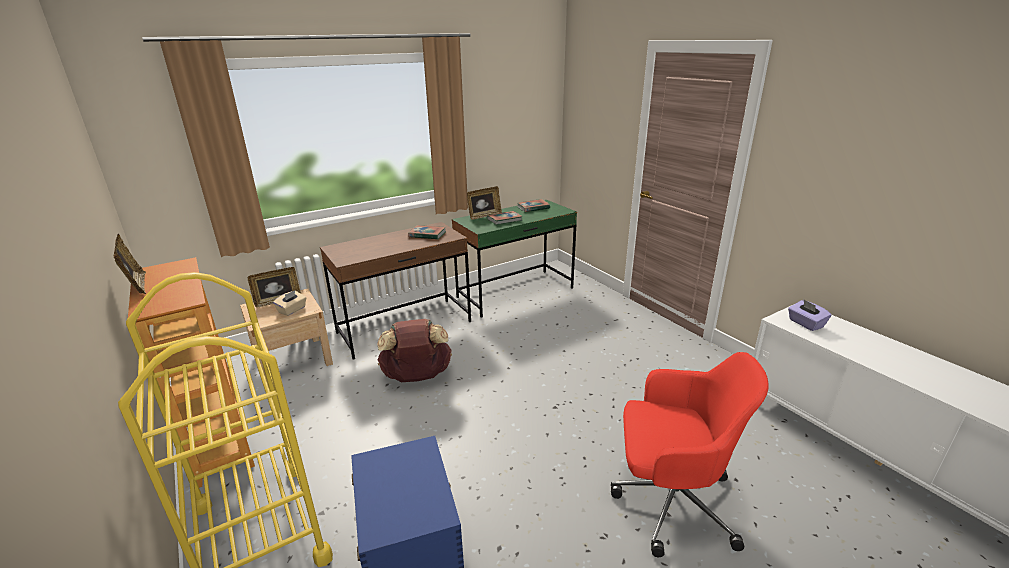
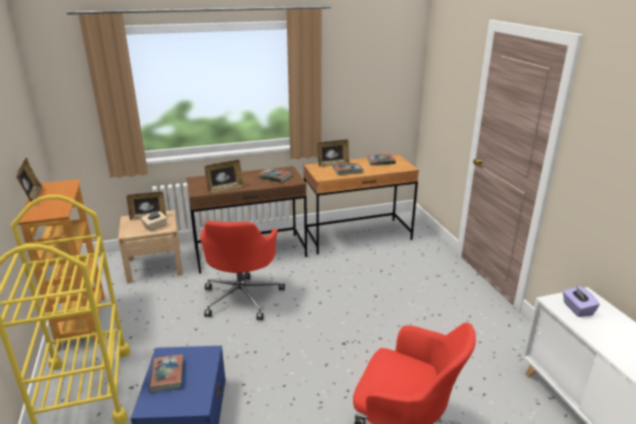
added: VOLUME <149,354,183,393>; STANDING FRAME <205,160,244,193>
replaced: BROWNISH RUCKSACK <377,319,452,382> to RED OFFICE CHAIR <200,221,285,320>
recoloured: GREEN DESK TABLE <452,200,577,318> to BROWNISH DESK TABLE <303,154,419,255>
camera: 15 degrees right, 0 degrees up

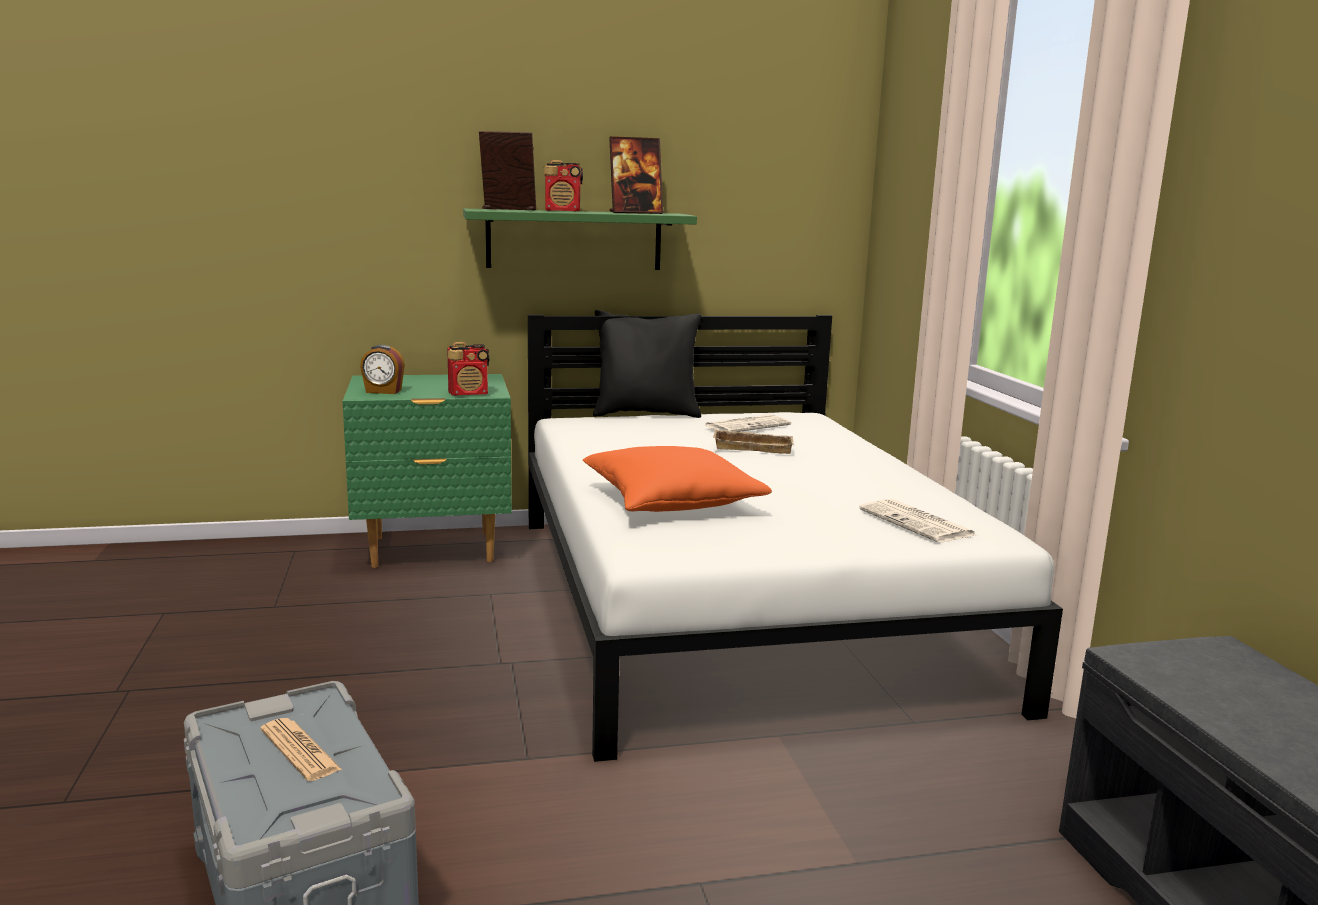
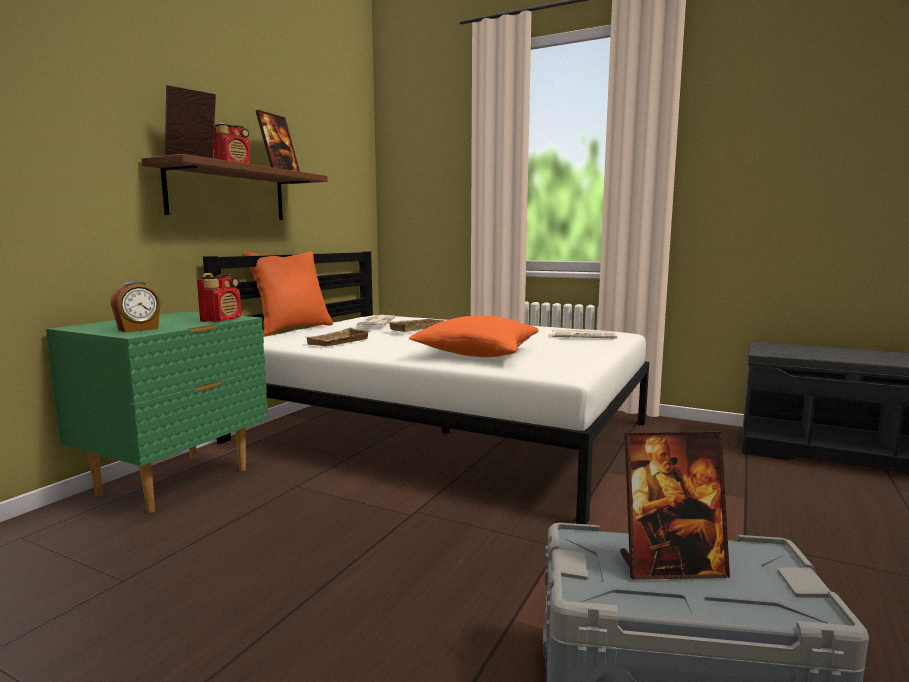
added: BEIGE-COLOURED SERVING TRAY <307,327,371,346>
replaced: PRINTED PAPER <260,718,342,781> to STANDING FRAME <620,432,730,580>
recoloured: GREEN BRACKET SHELF <463,209,697,270> to BROWNISH BRACKET SHELF <141,154,328,220>; BLACK THROW PILLOW <593,310,702,418> to ORANGEY THROW PILLOW <245,252,333,336>
camera: 50 degrees left, 5 degrees down

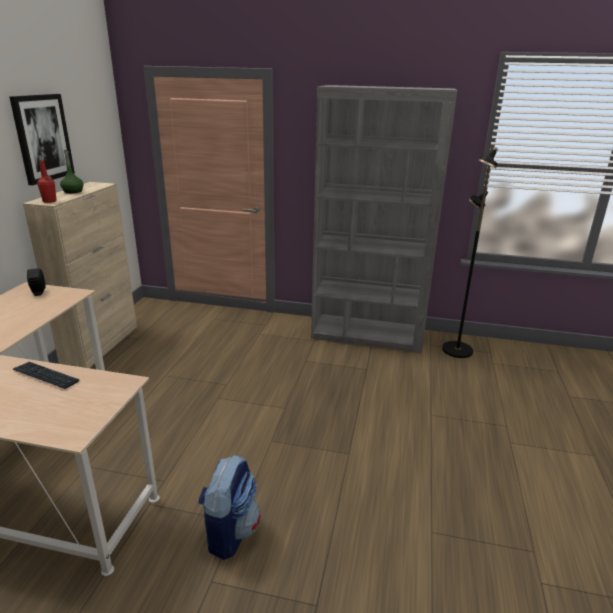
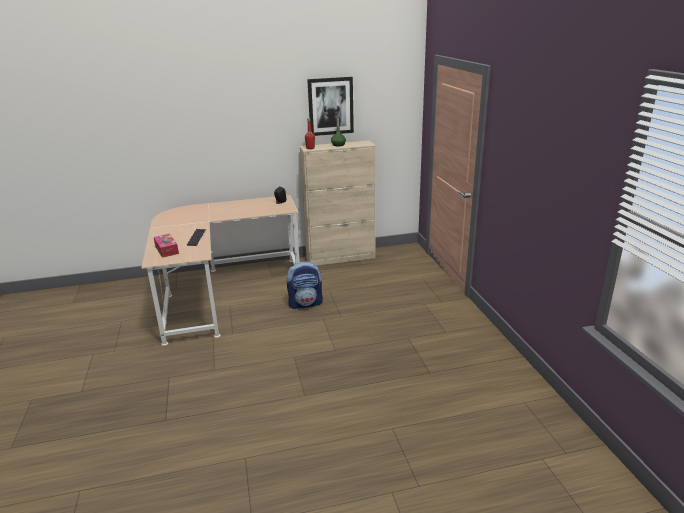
removed: GREYISH SHELVING UNIT <311,85,457,354>; BLACK STANDARD LAMP <442,144,498,358>
added: TISSUE BOX <154,234,179,258>
moved: RUCKSACK <198,455,260,560> to <287,261,323,309>
camera: 65 degrees right, 0 degrees up

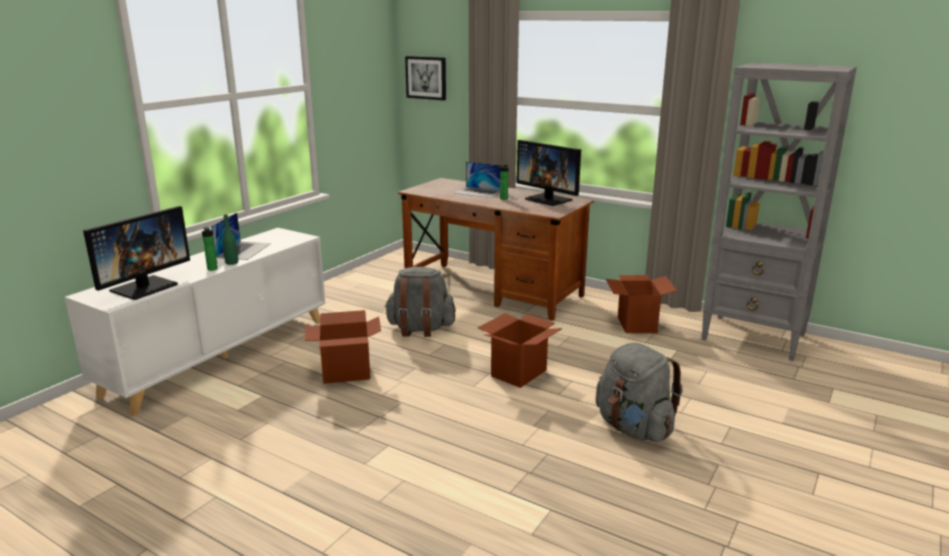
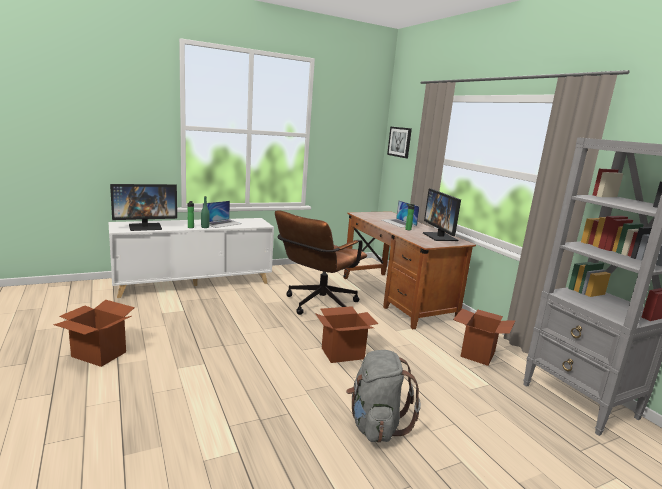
moved: CARDBOARD BOX <305,310,381,384> to <53,300,135,367>
replaced: GREYISH RUCKSACK <384,267,456,337> to BROWNISH OFFICE CHAIR <275,210,367,315>
camera: 30 degrees right, 5 degrees down

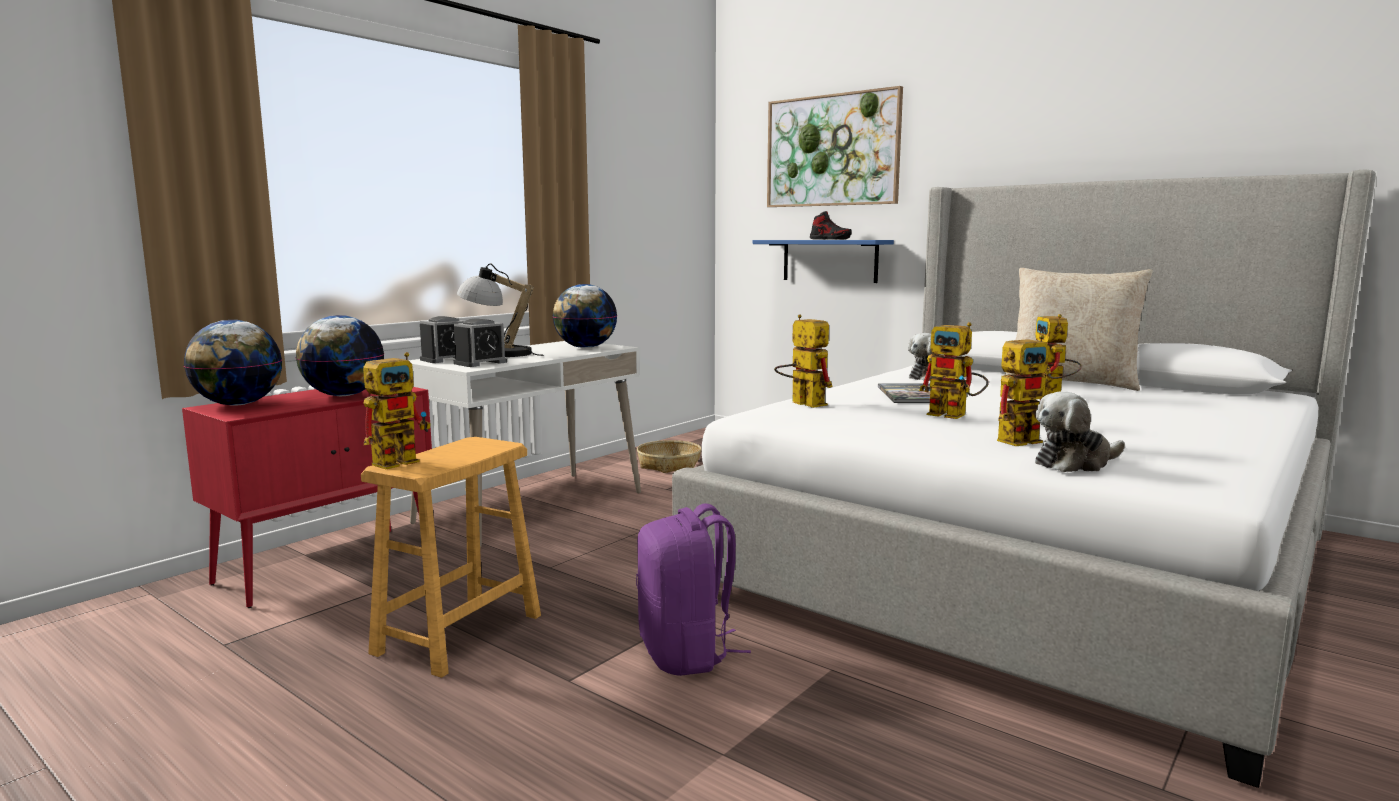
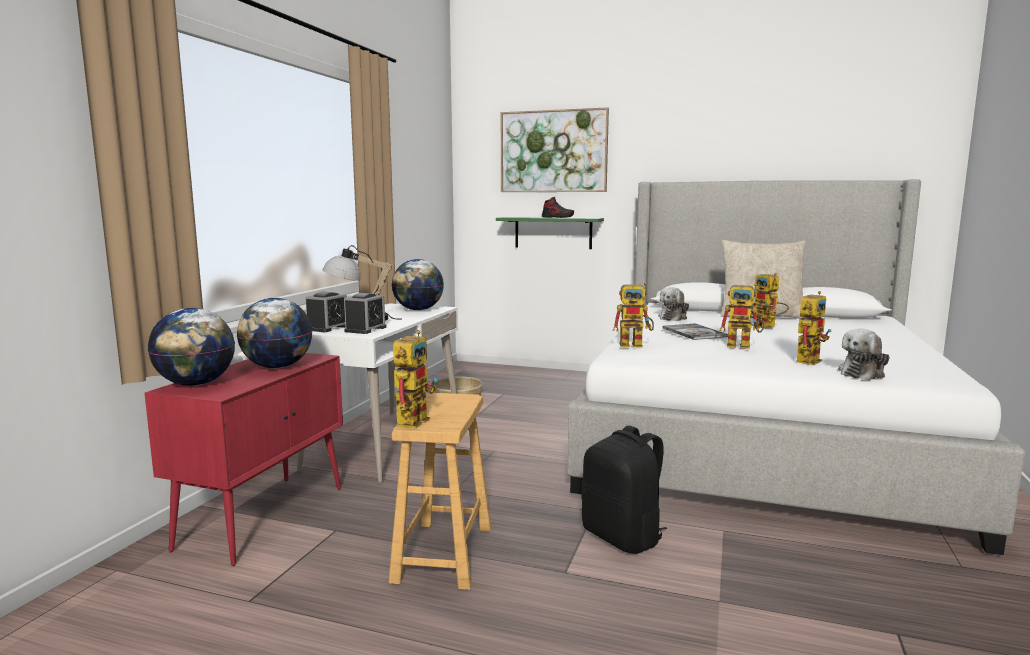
recoloured: PURPLE-COLOURED RUCKSACK <636,504,751,676> to BLACK RUCKSACK <581,426,667,554>; BLUISH BRACKET SHELF <753,240,894,283> to GREEN BRACKET SHELF <496,217,604,249>
turned: ROBOT FIGURE <774,314,833,408> = <613,282,654,347> 150 degrees clockwise
camera: 20 degrees left, 0 degrees up

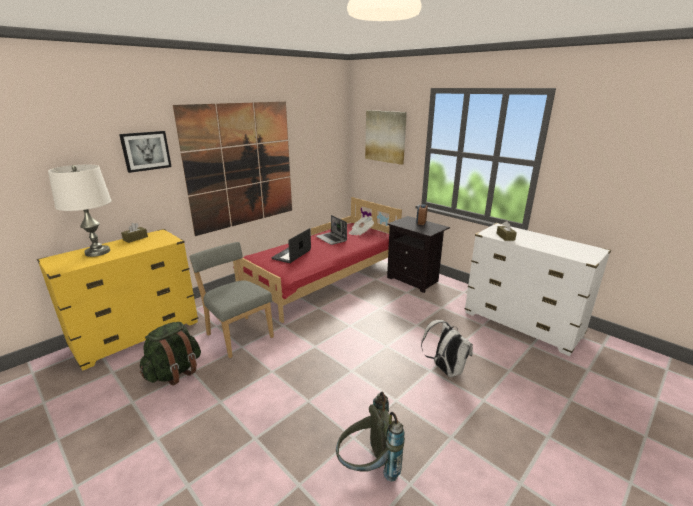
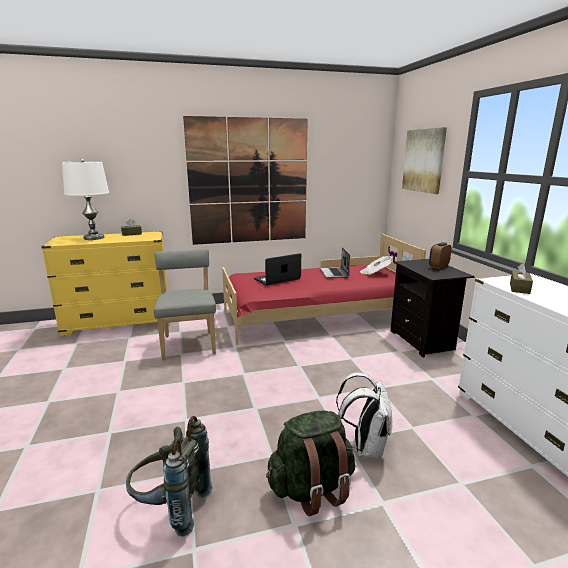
removed: WALL PICTURE <119,131,172,173>
moved: GREEN RUCKSACK <140,322,201,386> to <266,410,355,516>
camera: 30 degrees right, 5 degrees down

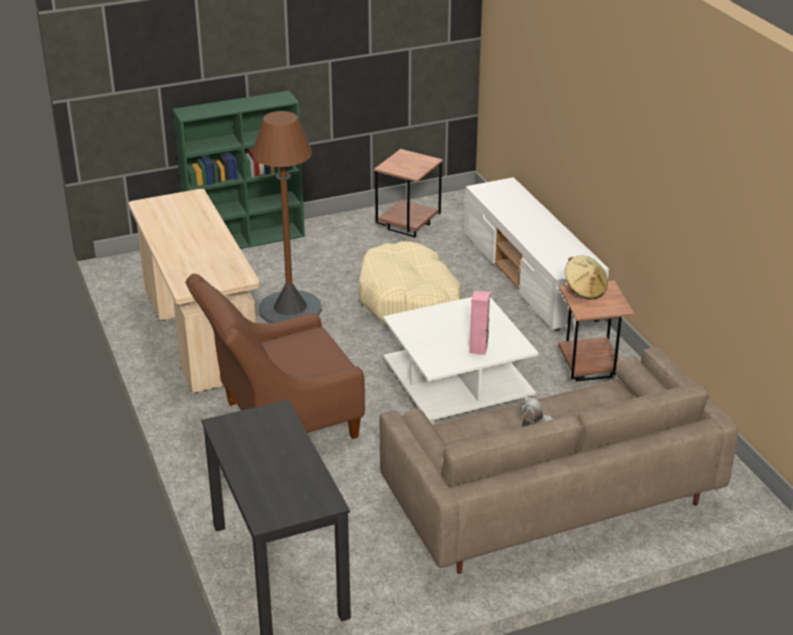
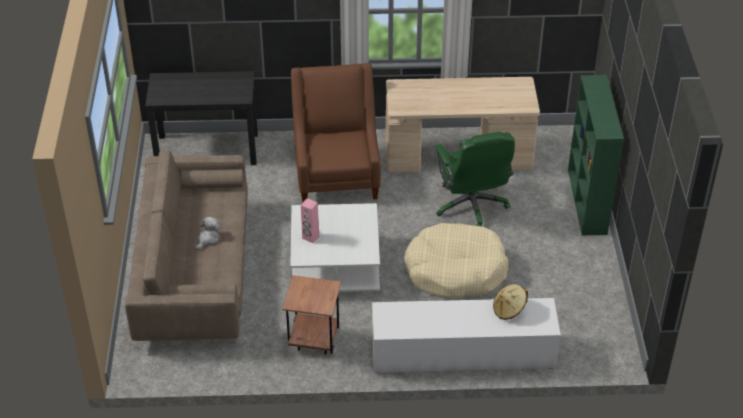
removed: BROWNISH SIDE TABLE <374,149,443,238>
moved: BEIGE-COLOURED WEARABLE HAT <565,255,608,299> to <493,284,528,320>
replaced: BROWNISH STANDARD LAMP <252,111,322,323> to GREEN OFFICE CHAIR <435,132,515,226>
camera: 110 degrees right, 10 degrees up

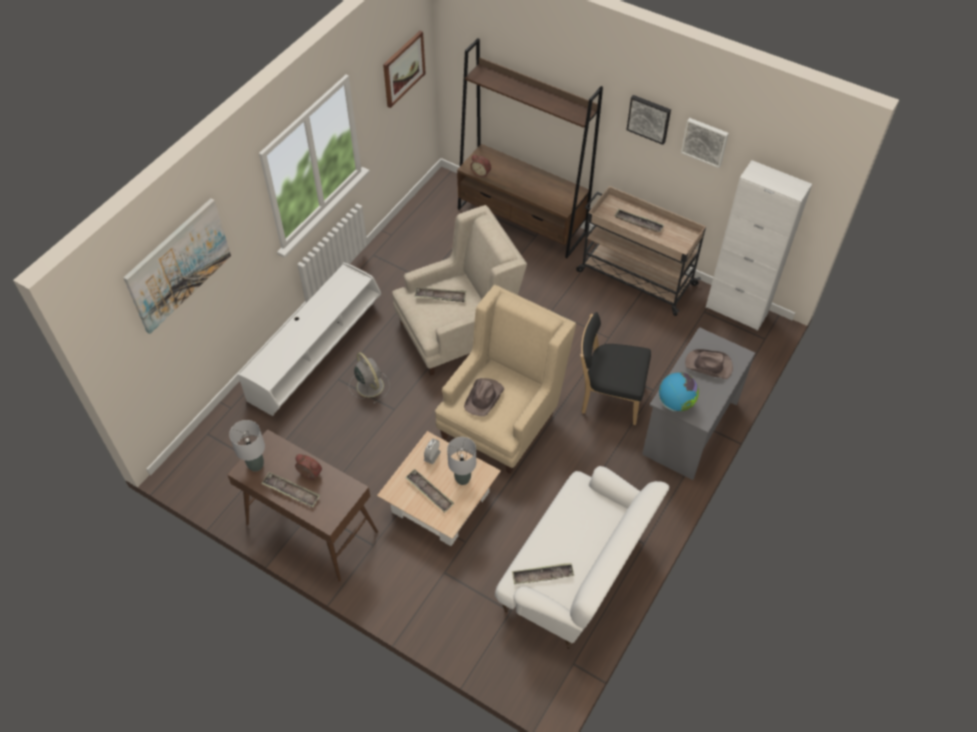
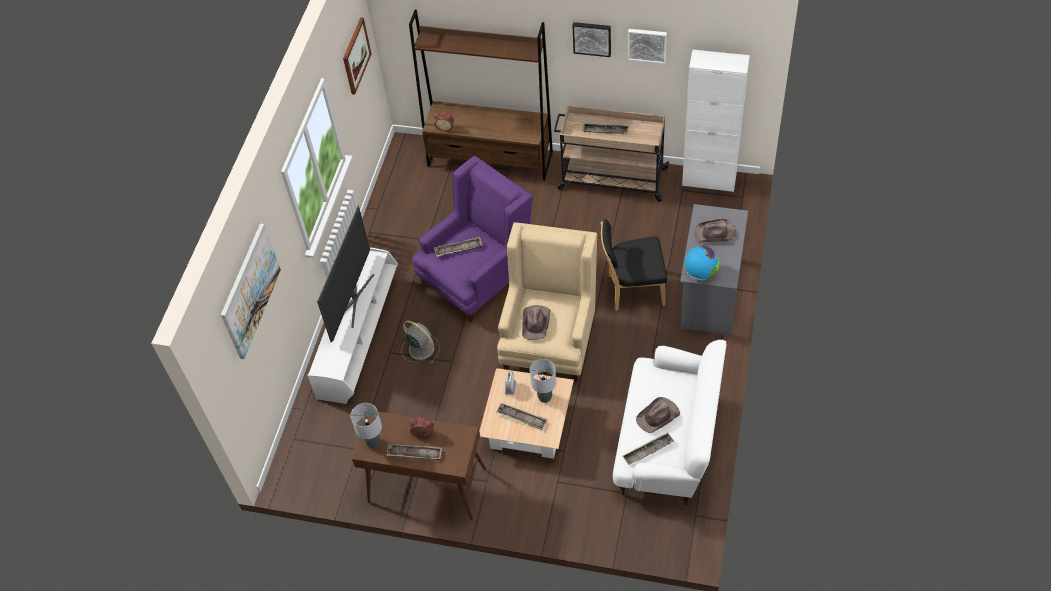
added: TV SET <317,206,374,342>; BROWNISH WEARABLE HAT <636,397,680,433>
recoloured: BEIGE-COLOURED LOUNGE CHAIR <392,205,527,376> to PURPLE-COLOURED LOUNGE CHAIR <412,156,533,322>
camera: 15 degrees left, 0 degrees up

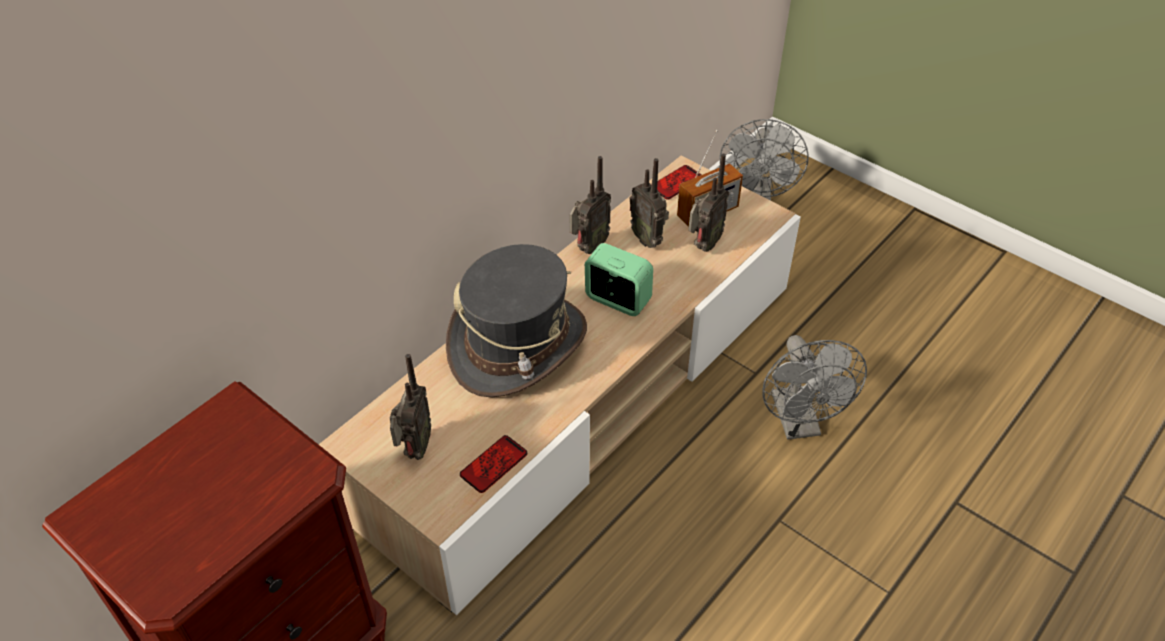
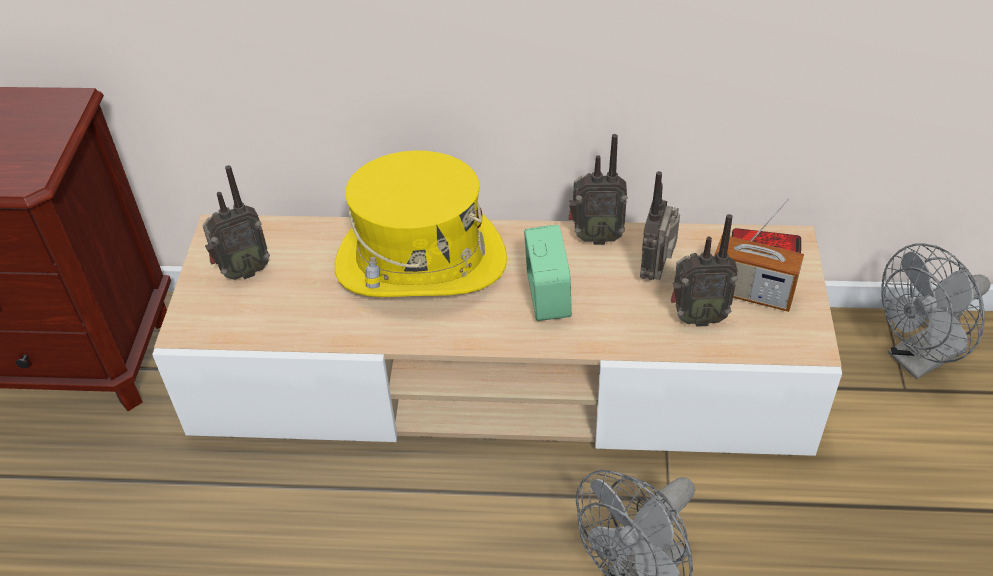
removed: PHONE <460,435,527,493>
recoloured: GREYISH WEARABLE HAT <446,244,587,397> to YELLOW WEARABLE HAT <335,151,507,297>
camera: 55 degrees right, 0 degrees up

